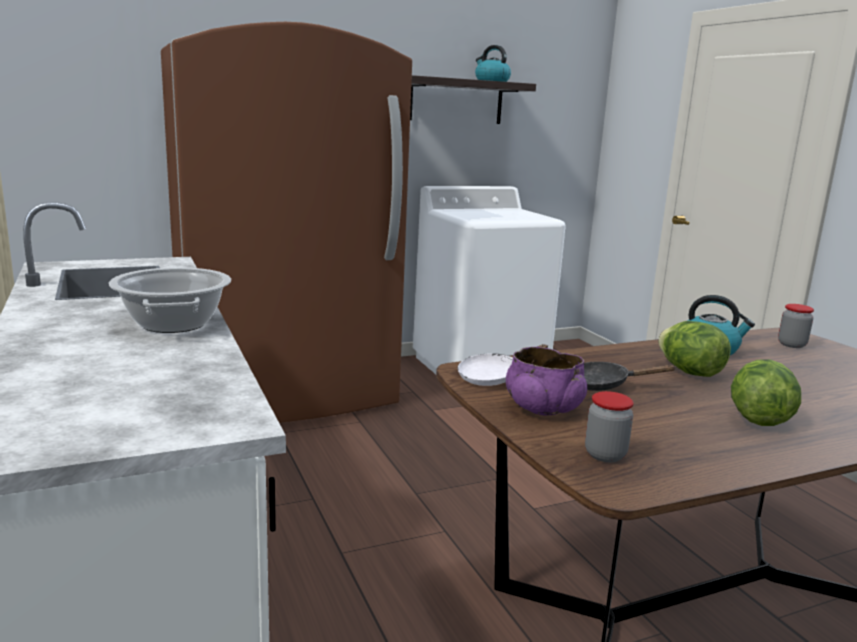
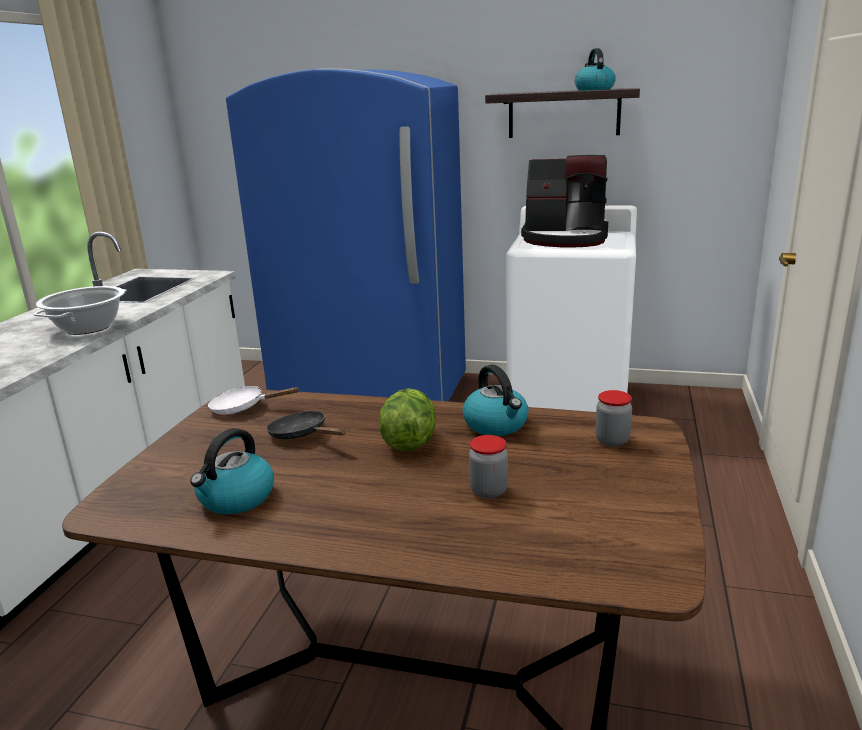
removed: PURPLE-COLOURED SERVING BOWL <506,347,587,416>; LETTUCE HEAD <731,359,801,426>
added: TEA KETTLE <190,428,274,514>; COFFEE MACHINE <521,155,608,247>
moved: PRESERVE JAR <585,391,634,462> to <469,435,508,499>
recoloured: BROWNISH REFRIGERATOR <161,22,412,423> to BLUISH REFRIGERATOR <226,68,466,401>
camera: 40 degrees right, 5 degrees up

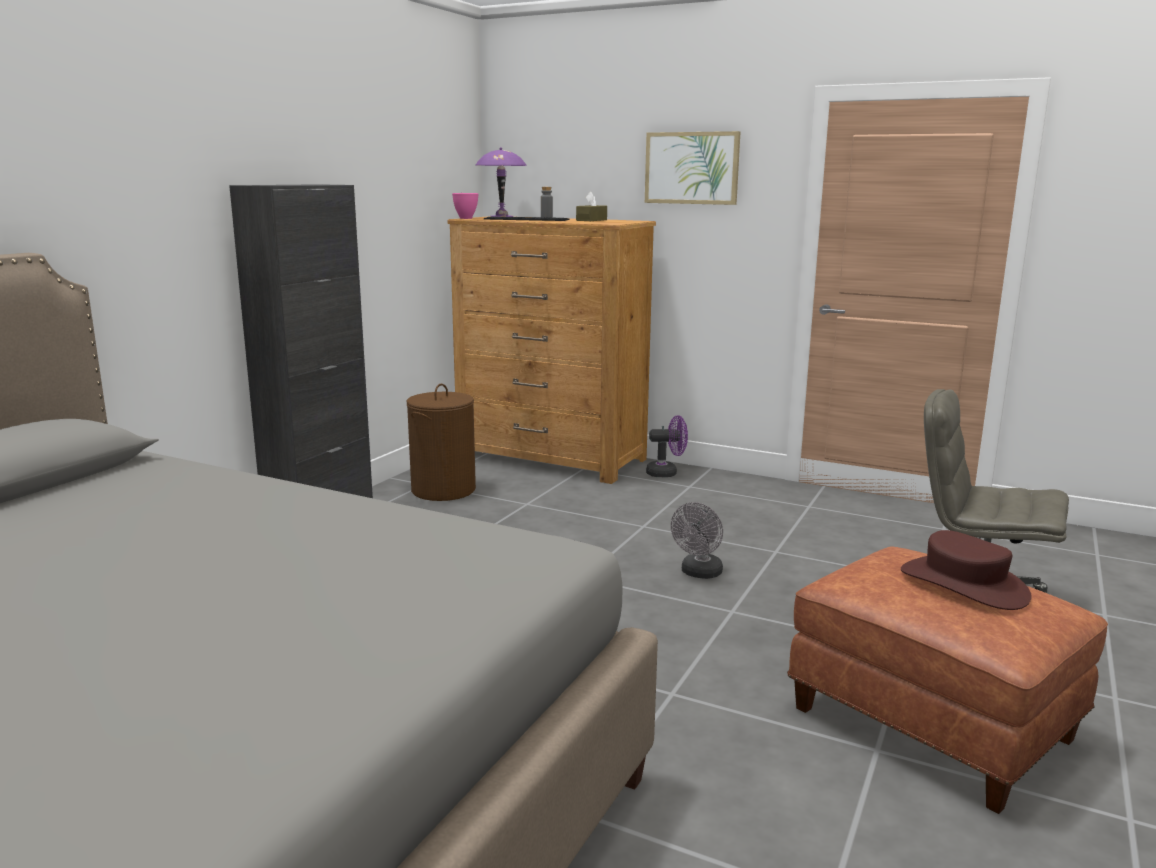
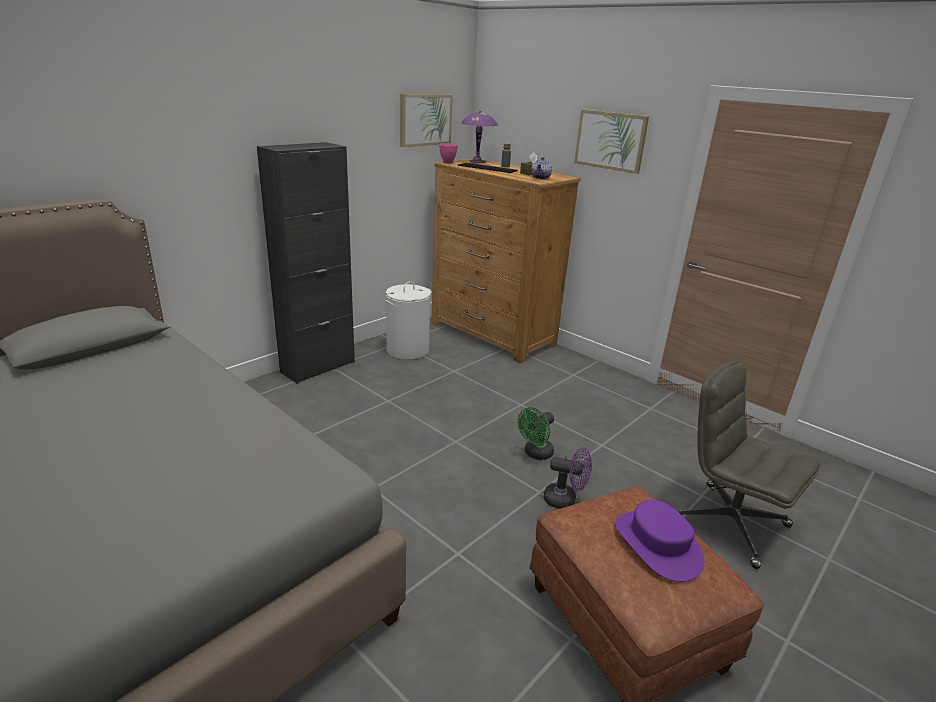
added: WALL PICTURE <400,94,453,147>; TEA POT <531,157,552,179>
moved: PURPLE-COLOURED FAN <646,415,688,477> to <544,447,592,509>
recoloured: BROWNISH HAMPER <407,384,476,501> to WHITISH HAMPER <385,282,431,360>; GREYISH FAN <671,502,723,579> to GREEN FAN <518,407,554,460>; BROWNISH WEARABLE HAT <901,530,1032,610> to PURPLE-COLOURED WEARABLE HAT <615,500,704,582>
camera: 15 degrees right, 10 degrees up

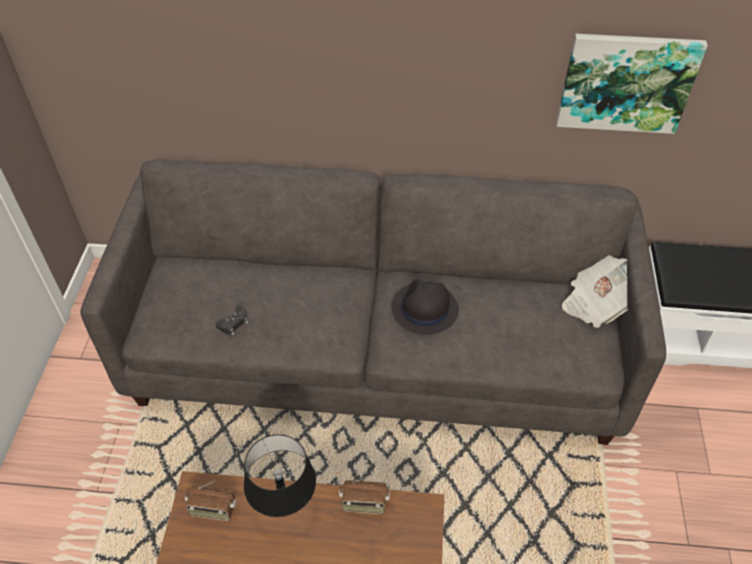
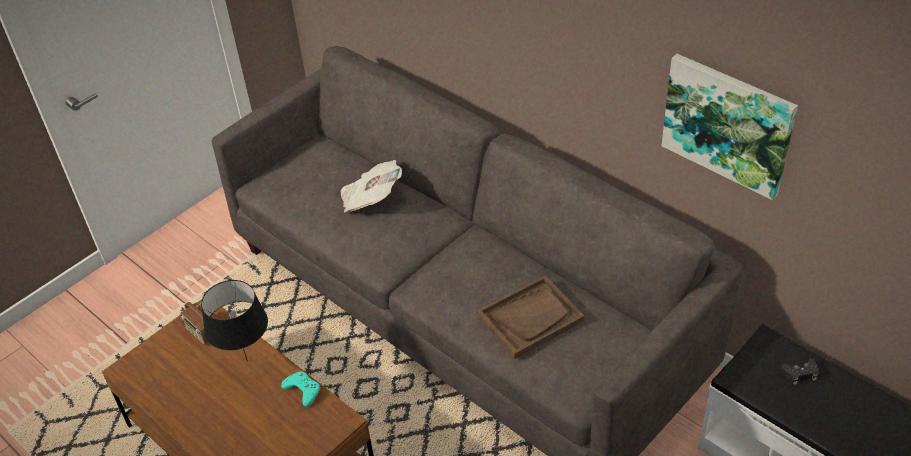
removed: BLACK WEARABLE HAT <391,279,459,335>
added: BROWNISH SERVING TRAY <477,275,585,359>
moved: BLACK GAME CONTROLLER <215,306,249,335> to <781,358,819,385>; PRINTED PAPER <562,255,627,328> to <340,160,402,213>
replaced: RADIO <339,474,390,514> to TURQUOISE-COLOURED GAME CONTROLLER <281,371,320,407>
camera: 40 degrees right, 5 degrees down

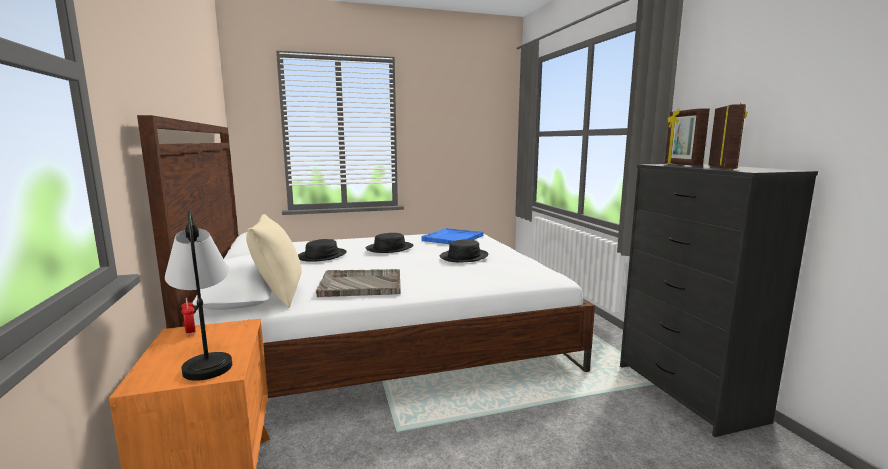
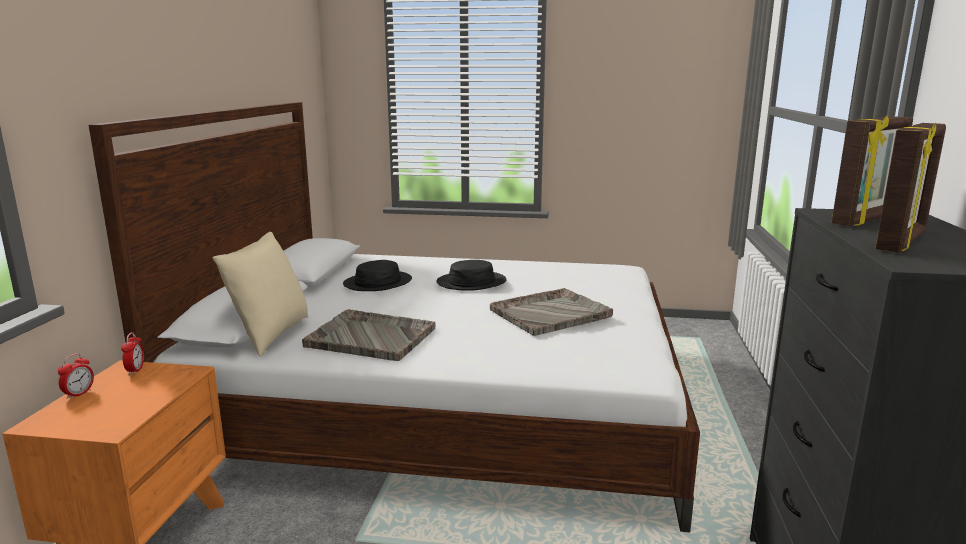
removed: TABLE LAMP <165,210,232,381>; BLUISH SERVING TRAY <421,228,484,244>
added: BEDSIDE CLOCK <58,353,94,400>
replaced: BLACK WEARABLE HAT <440,239,489,262> to GREYISH SERVING TRAY <490,288,613,336>
turned: STANDING FRAME <665,108,710,166> = <832,115,913,226> 150 degrees counterclockwise
camera: 25 degrees right, 5 degrees up

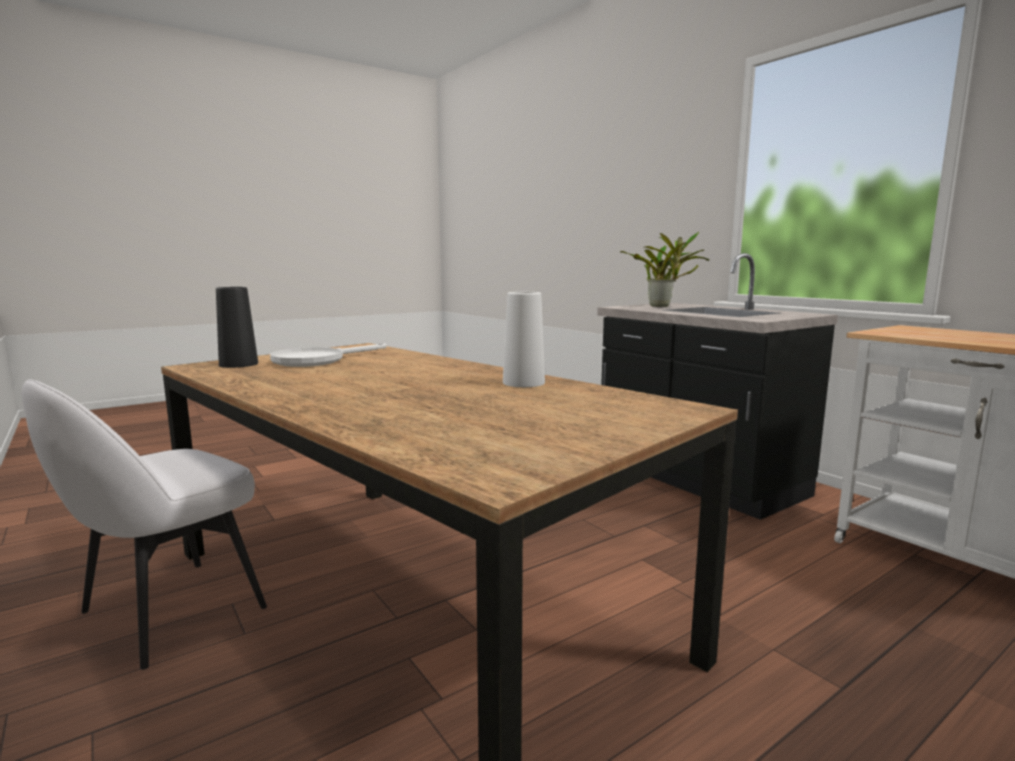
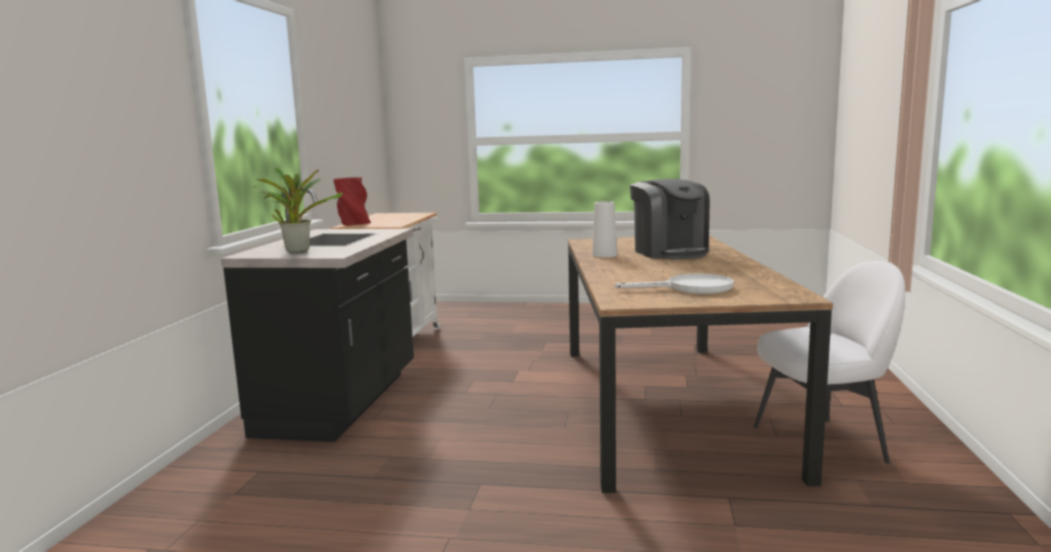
removed: BLACK DECORATIVE VASE <216,287,258,368>
added: RED DECORATIVE VASE <334,177,371,226>; COFFEE MACHINE <630,179,710,259>
camera: 135 degrees left, 0 degrees up

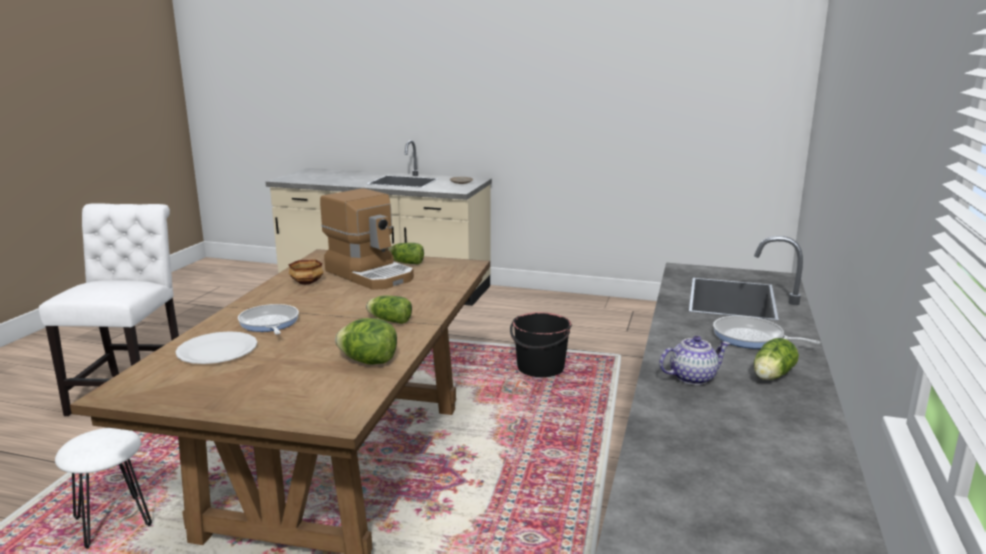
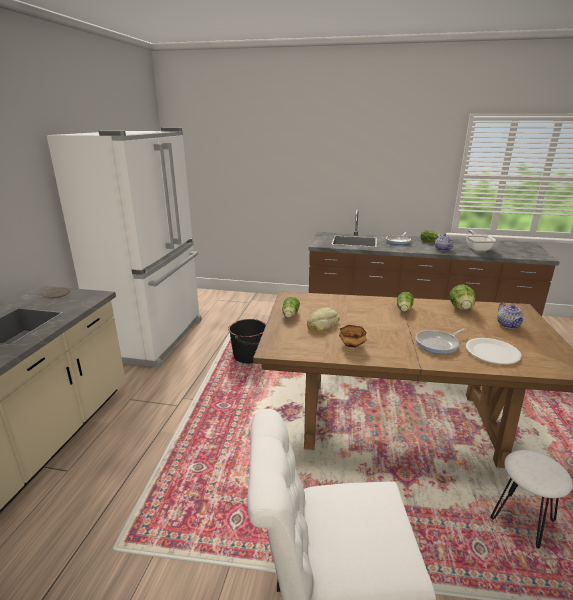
added: WHITISH REFRIGERATOR <47,127,202,368>; PAN <465,230,496,251>; TEA POT <497,303,525,329>
replaced: COFFEE MACHINE <320,188,414,290> to BREAD <307,307,340,332>
camera: 95 degrees left, 5 degrees up

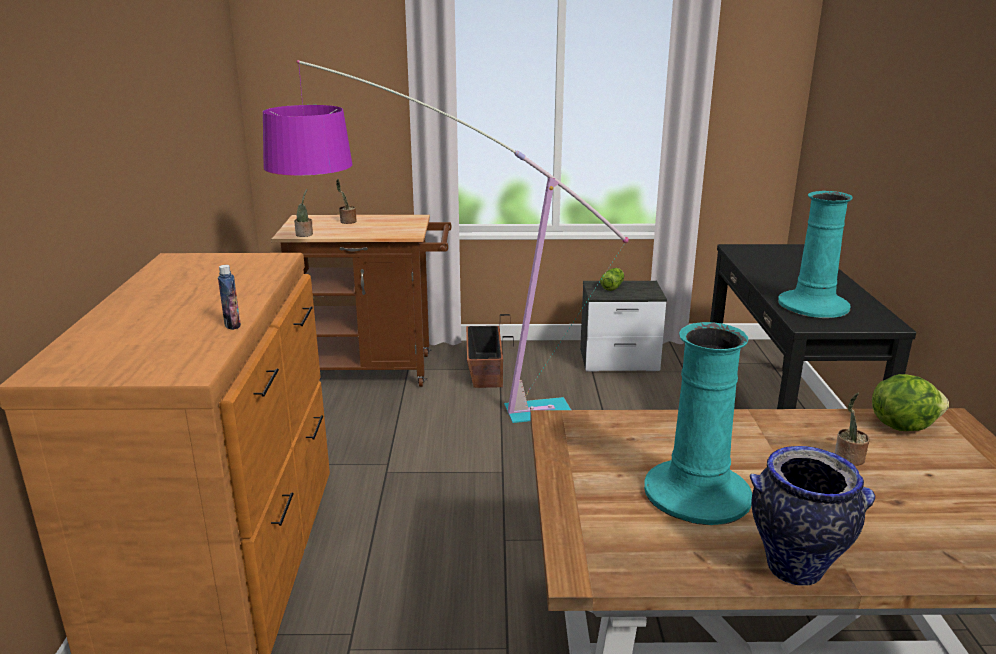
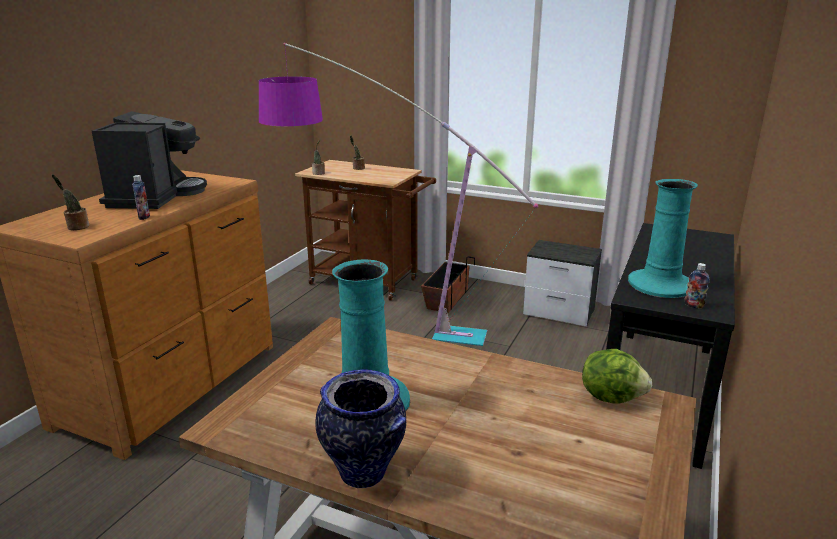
removed: LETTUCE HEAD <600,268,624,291>
added: COFFEE MACHINE <92,111,207,209>; BOTTLE <685,263,710,309>
moved: HOUSEPLANT <835,393,870,466> to <52,174,89,230>
camera: 25 degrees right, 0 degrees up

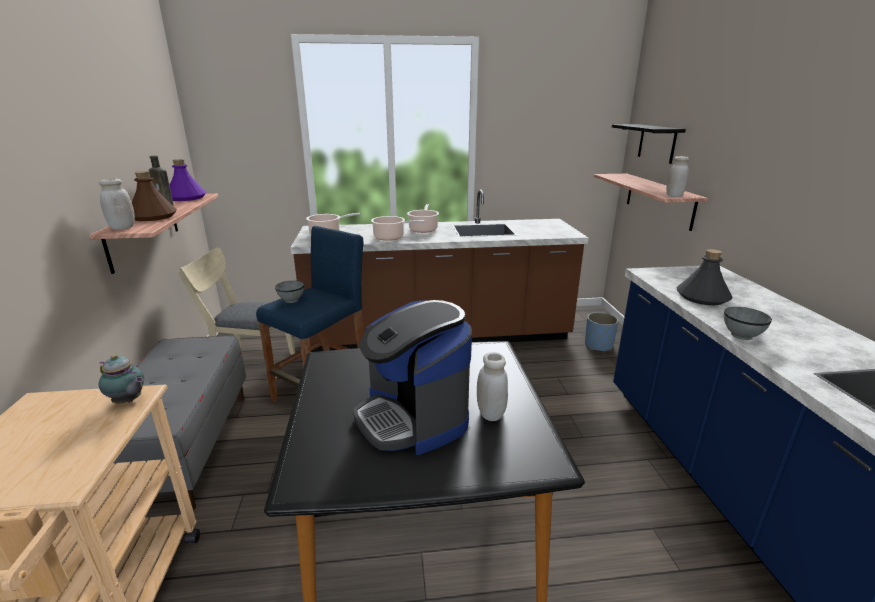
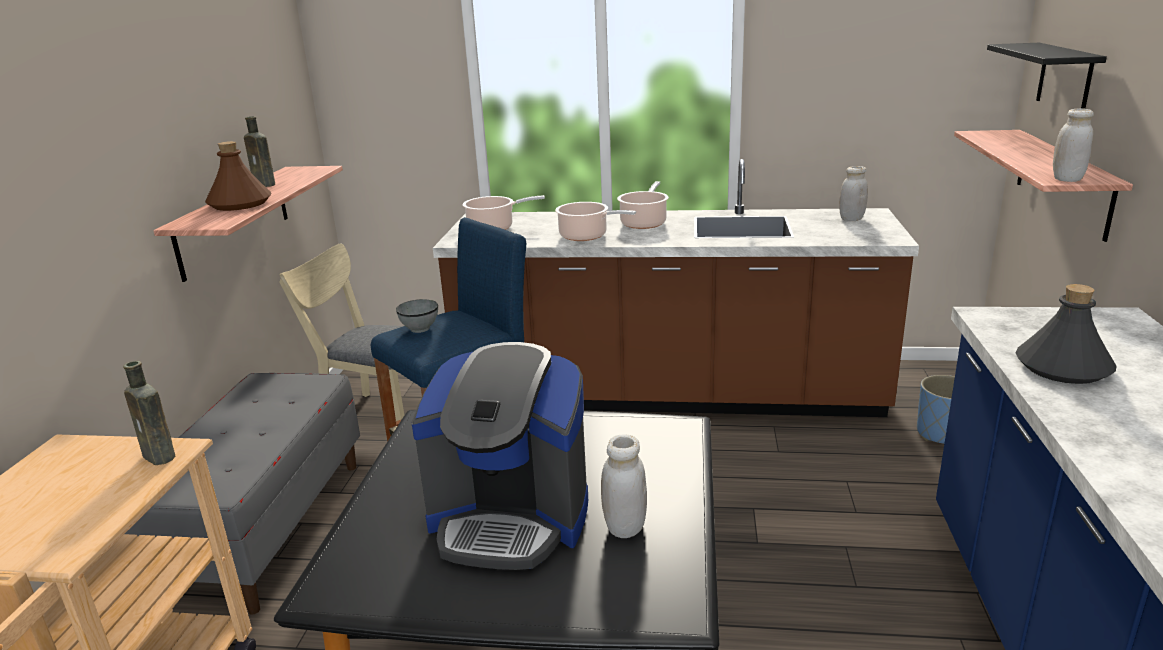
removed: PURPLE-COLOURED BOTTLE <170,159,206,201>; GREYISH SERVING BOWL <724,307,772,340>
moved: WHITISH PRESERVE JAR <99,179,135,230> to <839,166,868,221>
replaced: TEA POT <98,354,144,403> to BROWNISH BOTTLE <123,361,175,465>
turned: COFFEE MACHINE <353,300,472,455> = <411,342,588,570> 60 degrees counterclockwise
camera: 15 degrees right, 0 degrees up

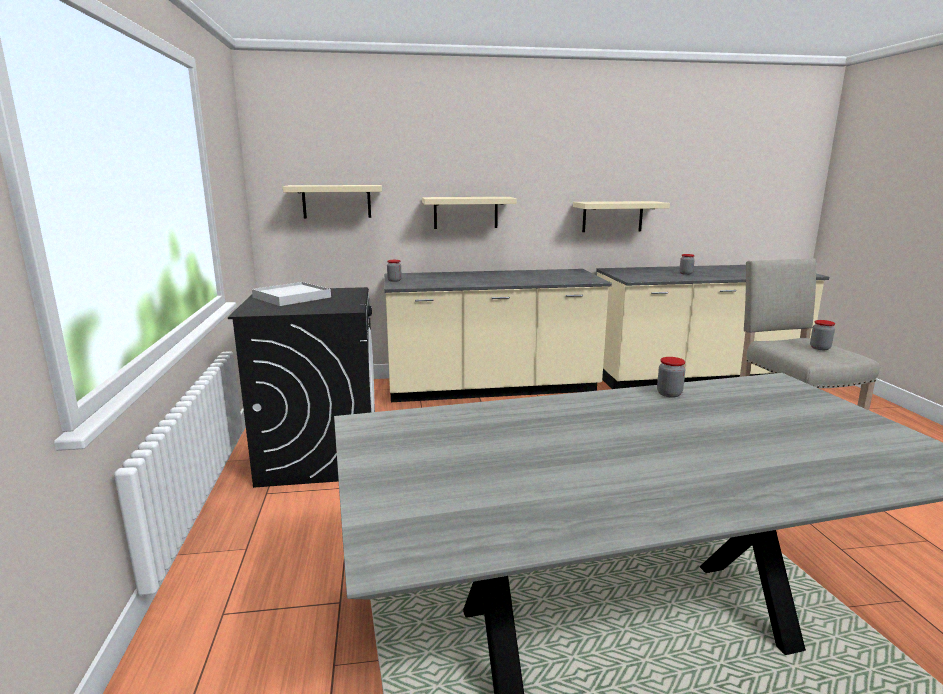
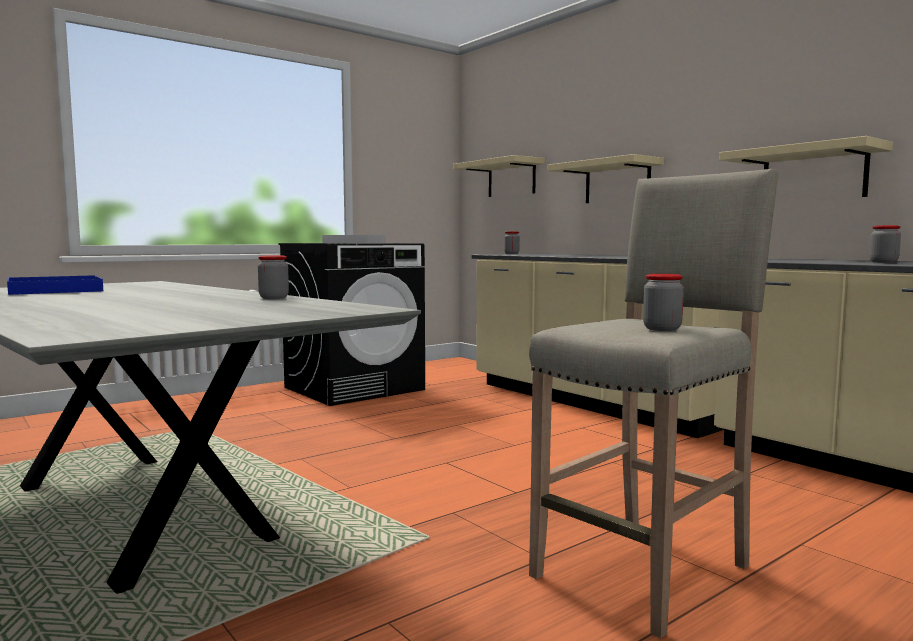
added: BLUISH SERVING TRAY <7,275,103,295>
camera: 60 degrees right, 10 degrees down

